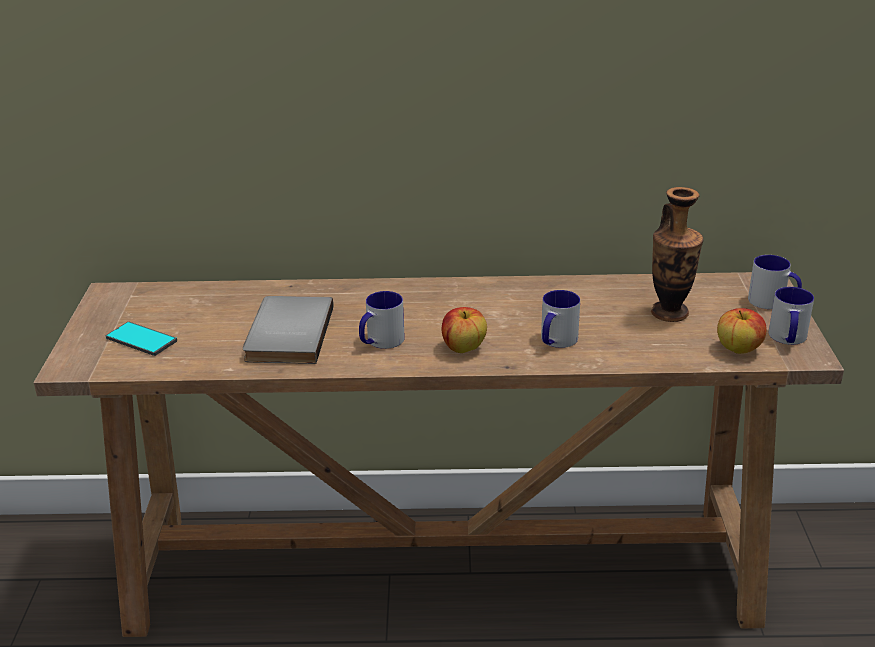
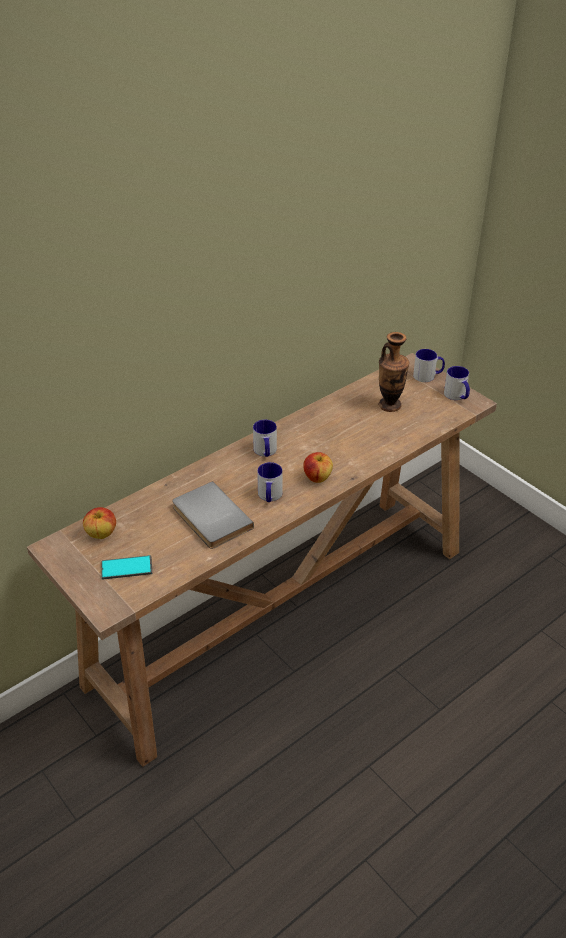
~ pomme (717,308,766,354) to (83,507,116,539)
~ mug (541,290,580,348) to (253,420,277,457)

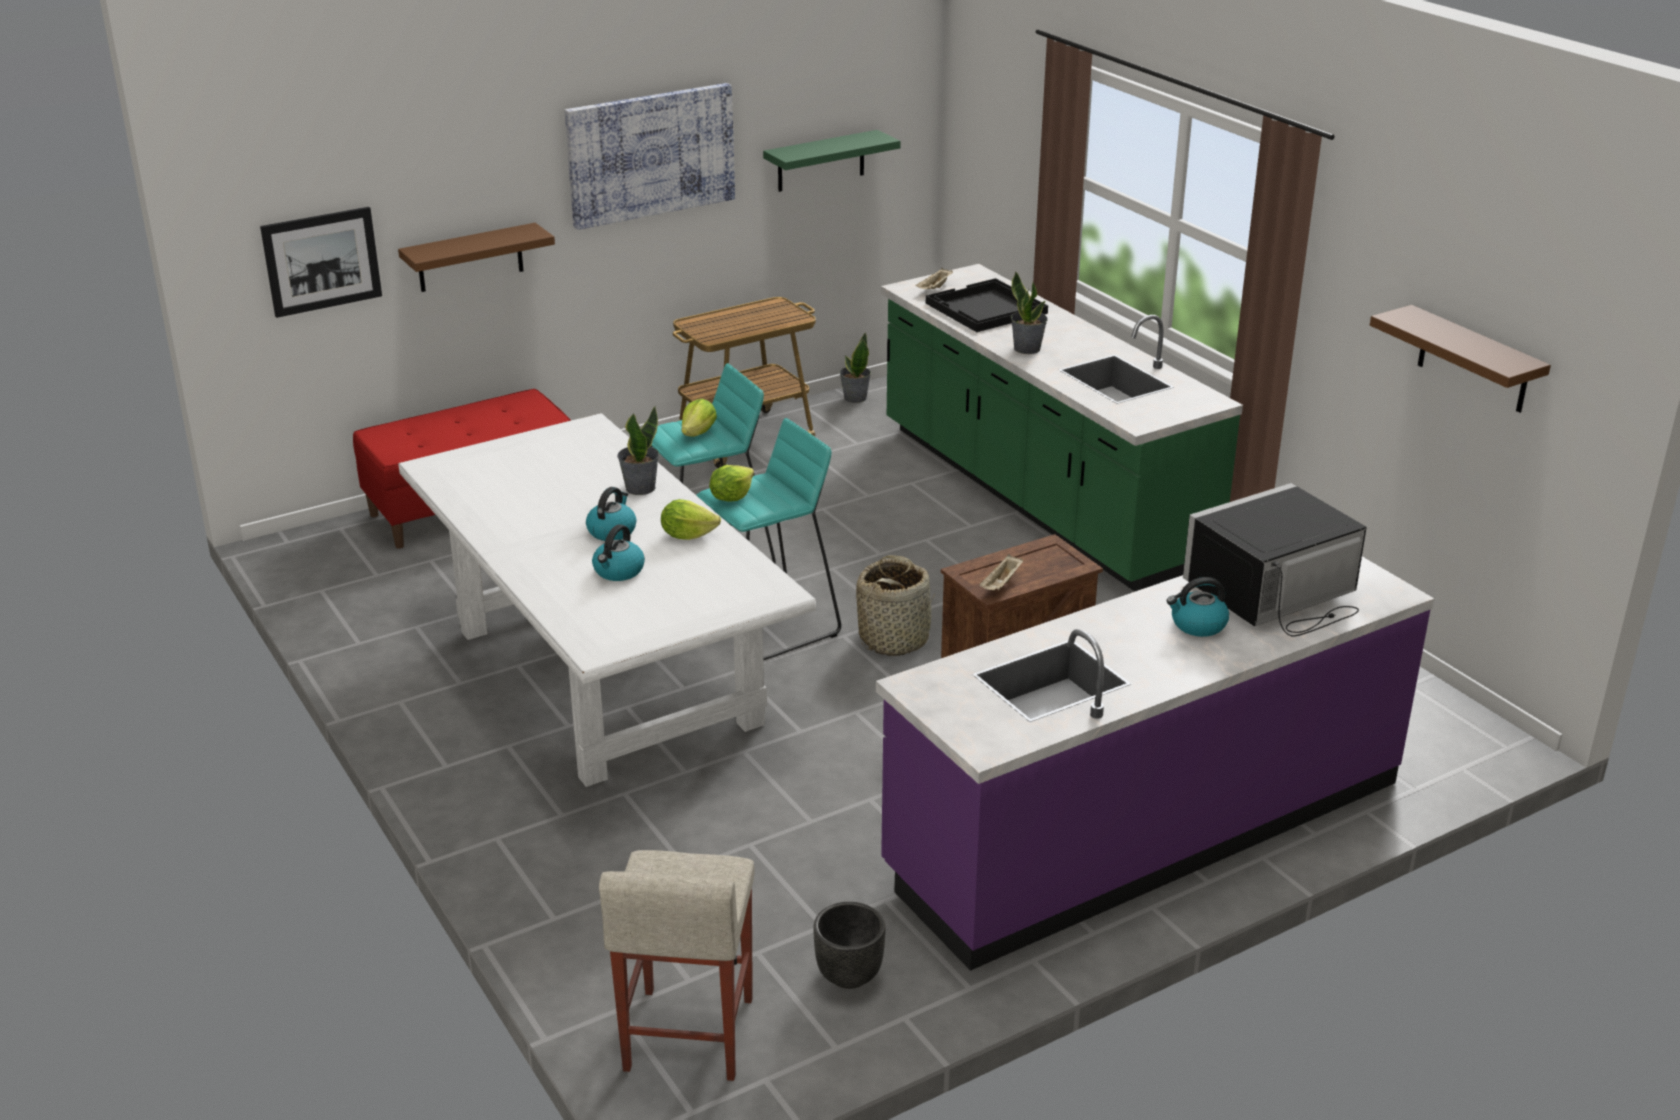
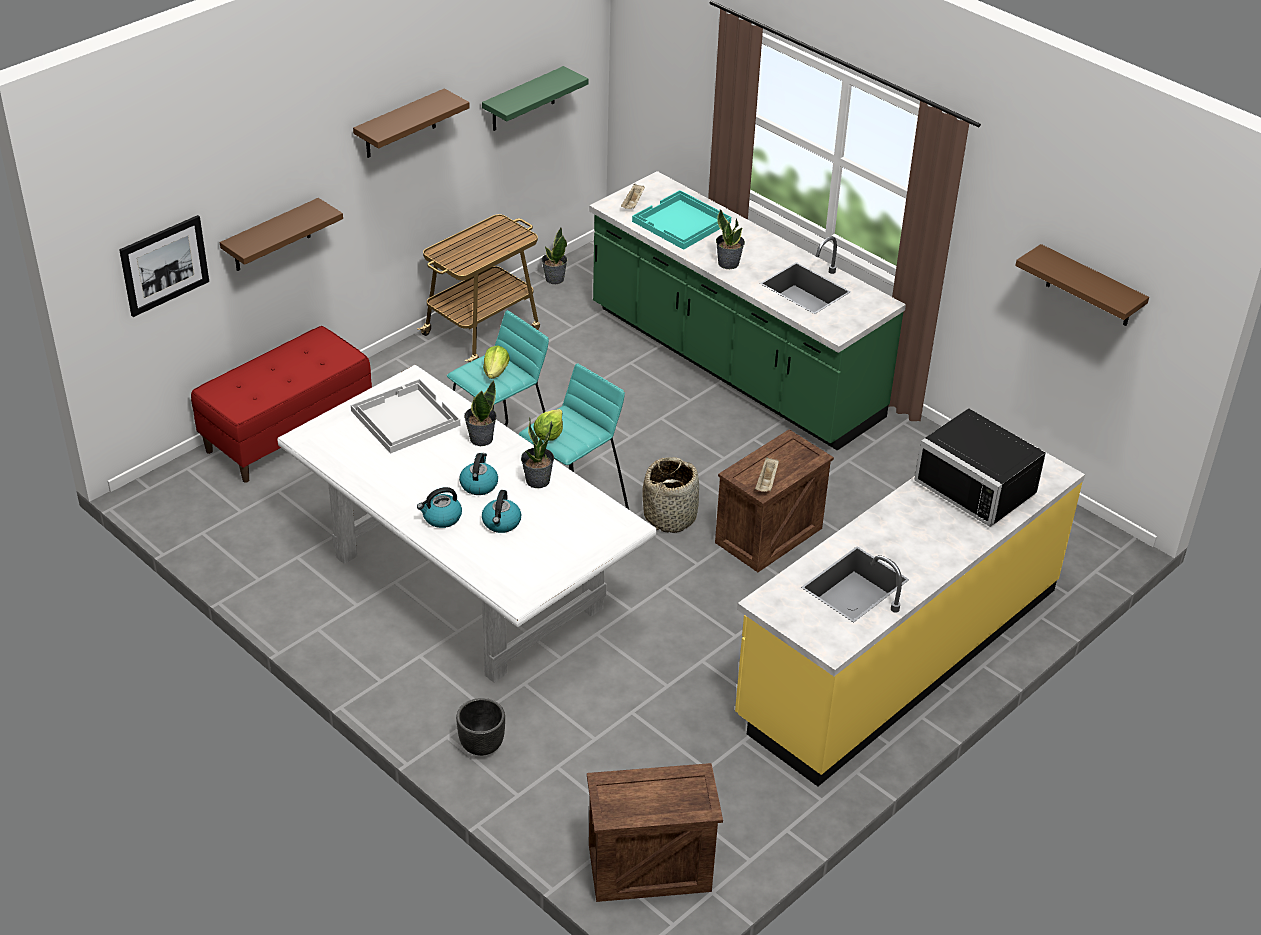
+ plateau (blanc) (351,379,461,454)
~ tableau (564,83,735,230) to étagère (marron) (353,88,470,158)
~ bouilloire (1167,577,1229,637) to (417,487,462,528)
~ cache-pot (noir) (813,902,886,989) to (456,698,505,756)
~ laitue (661,499,721,540) to plante en pot (521,417,554,488)
~ tabouret (beige) (599,850,755,1081) to caisse (587,763,723,902)
~ plateau (noir) (926,278,1048,332) to plateau (turquoise) (632,190,731,250)
~ comptoir de cuisine (violet) (876,557,1434,971) to comptoir de cuisine (jaune) (735,437,1085,786)
~ micro-ondes (noir) (1183,483,1367,636) = (915,408,1046,527) 90 degrees counterclockwise

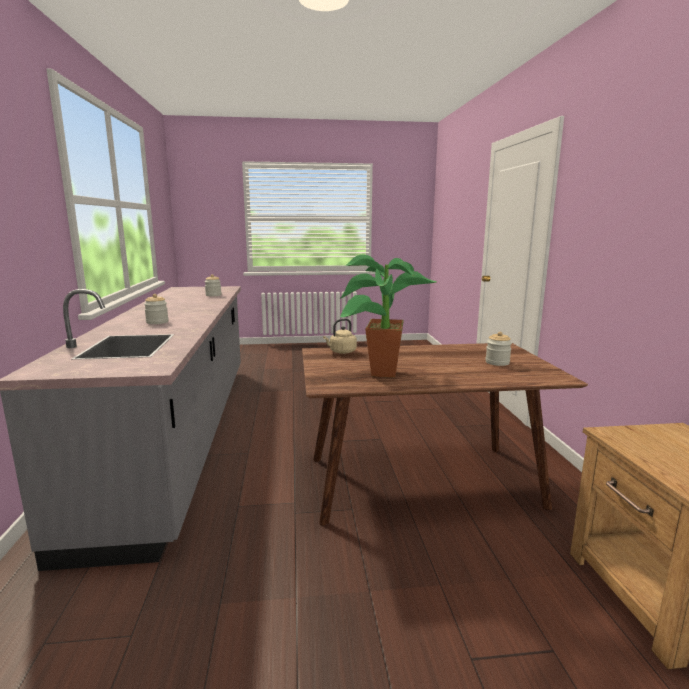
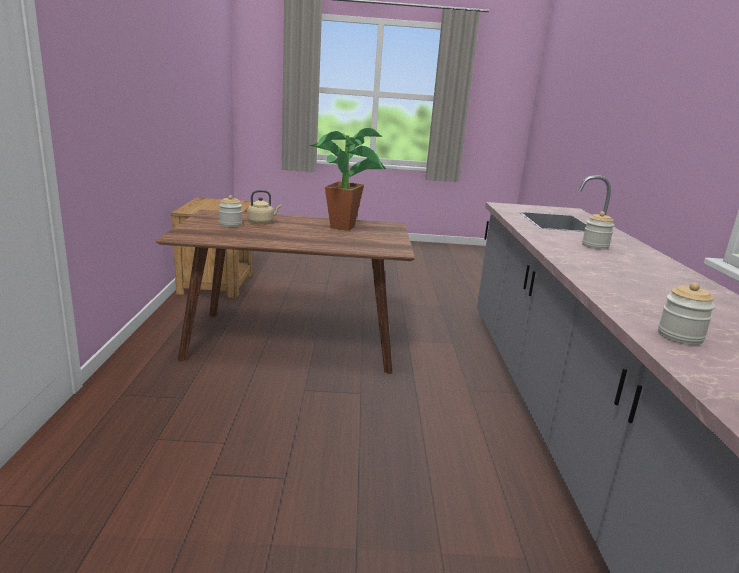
~ bouilloire (beige) (323,319,357,354) to (247,190,282,224)

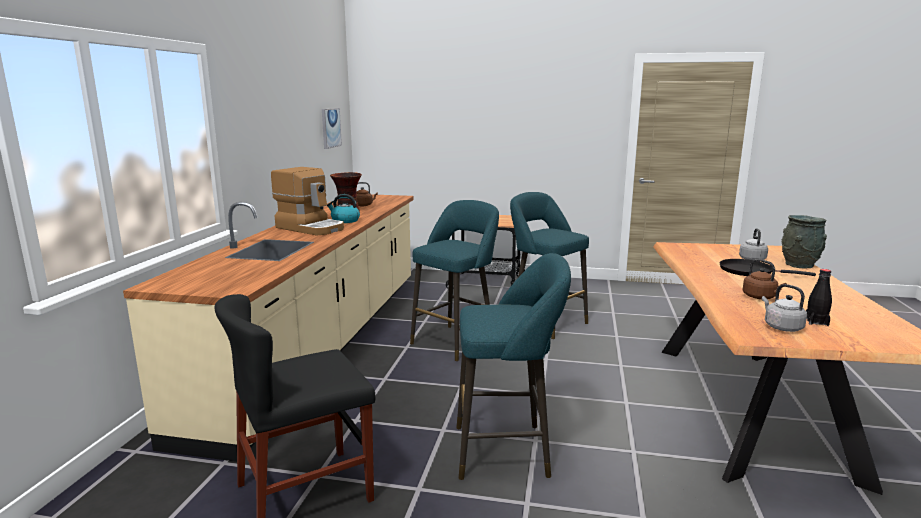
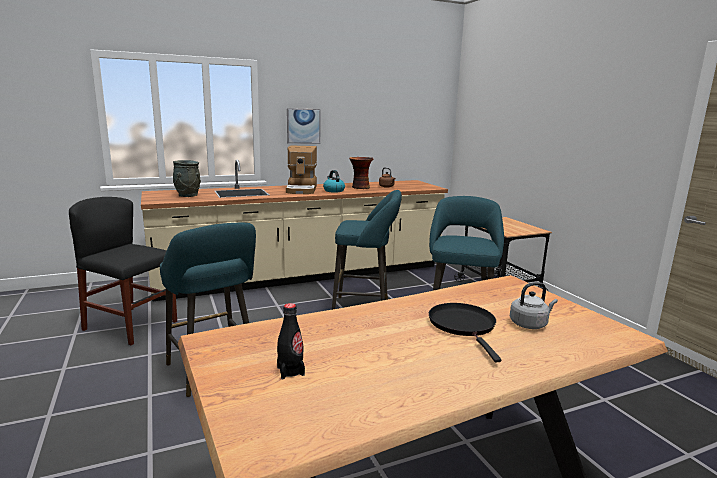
~ vase (gris) (782,215,827,268) to (173,160,201,197)
~ tableau (322,108,342,149) to (287,108,321,144)
- bouilloire (marron) (743,259,786,299)
- bouilloire (gris) (762,284,807,332)

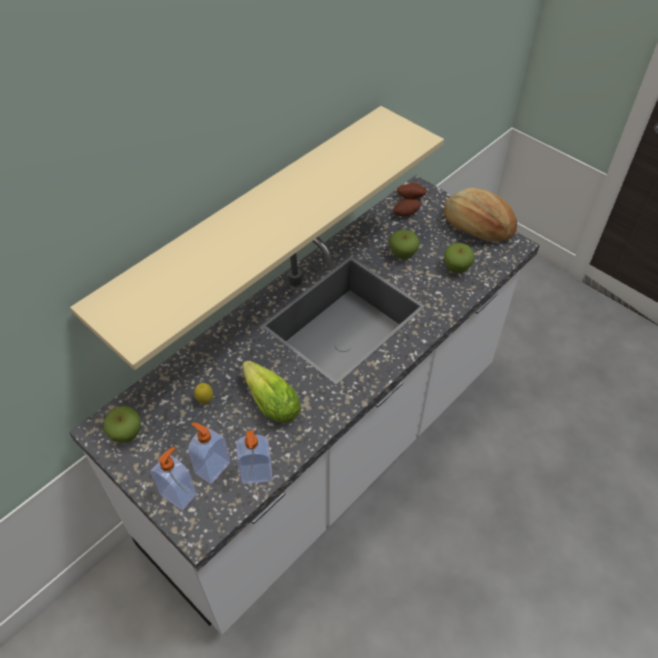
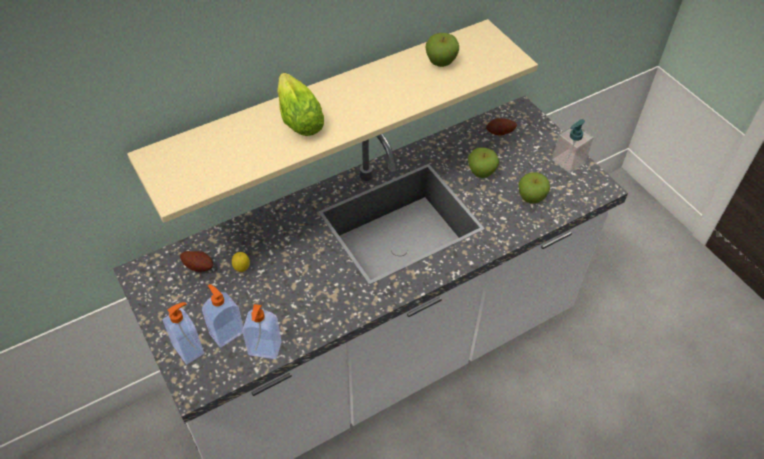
~ pomme de terre (397,183,427,200) to (180,251,213,272)
~ laitue (242,361,301,422) to (277,73,324,136)
~ pomme (104,406,141,443) to (425,33,459,67)
~ pain (444,188,517,242) to distributeur de savon (552,119,594,173)

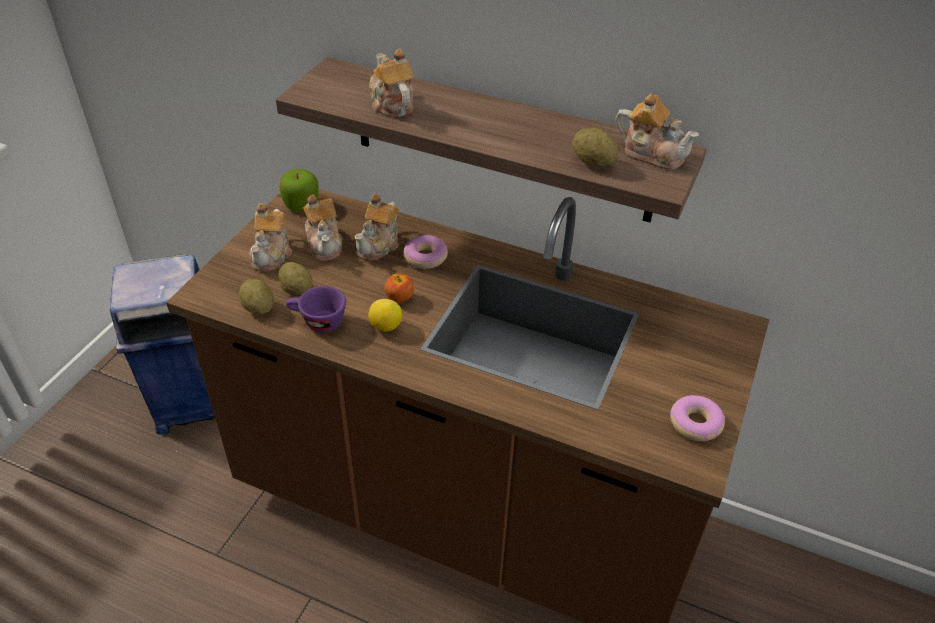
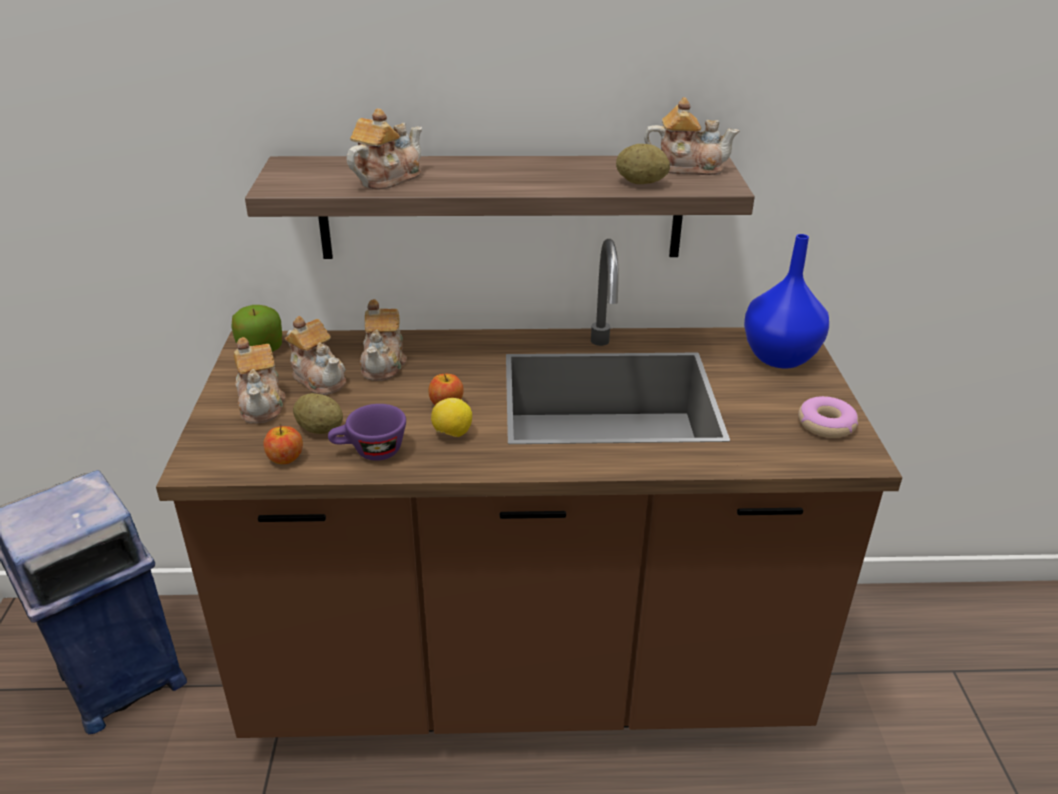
~ pomme de terre (239,279,274,315) to pomme (263,423,303,464)
~ théière (369,48,414,117) = (347,109,422,190) 90 degrees clockwise
+ vase (bleu) (744,234,829,368)
- beignet (404,235,448,269)

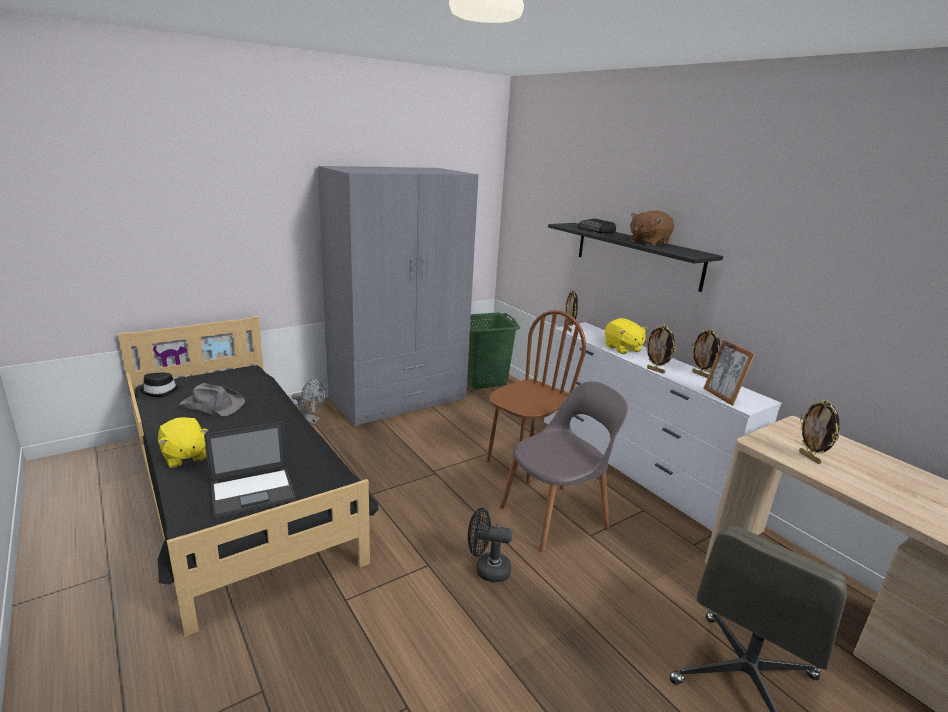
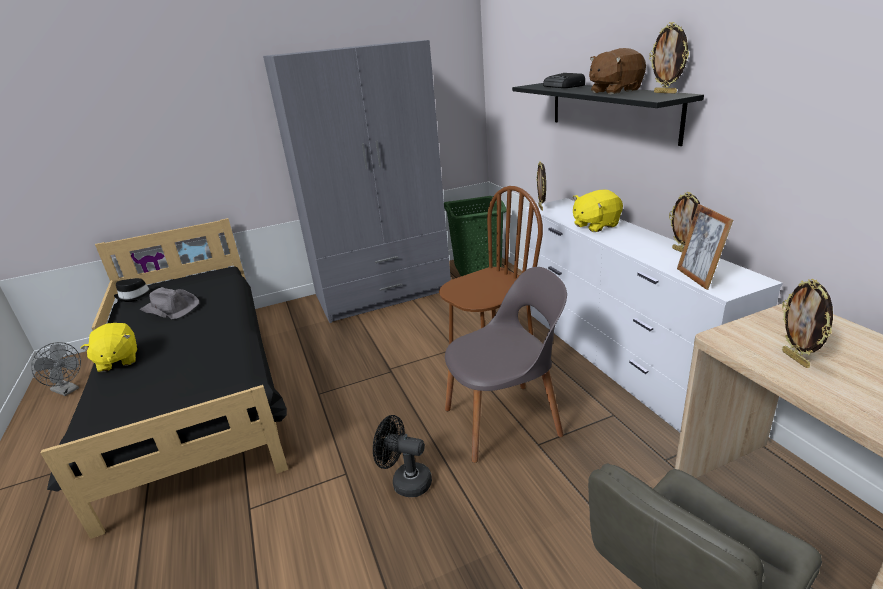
~ ventilateur (gris) (292,378,326,425) to (31,342,81,396)
~ peluche (jaune) (605,318,648,354) = (573,190,623,232) 75 degrees clockwise
~ cadre photo (645,324,676,374) to (649,22,689,93)
- ordinateur portable (204,422,296,519)

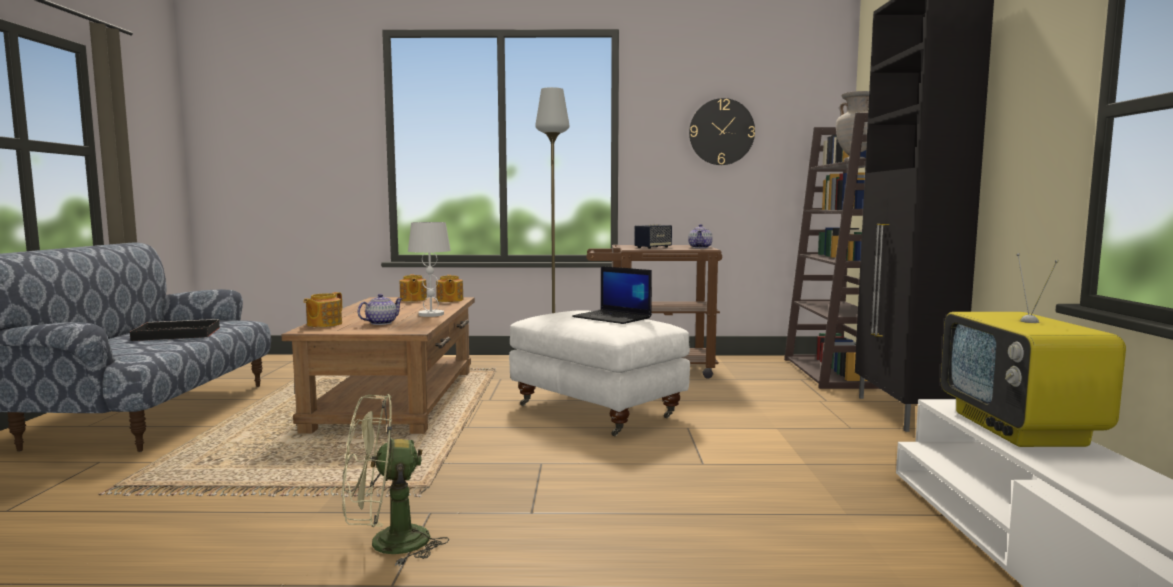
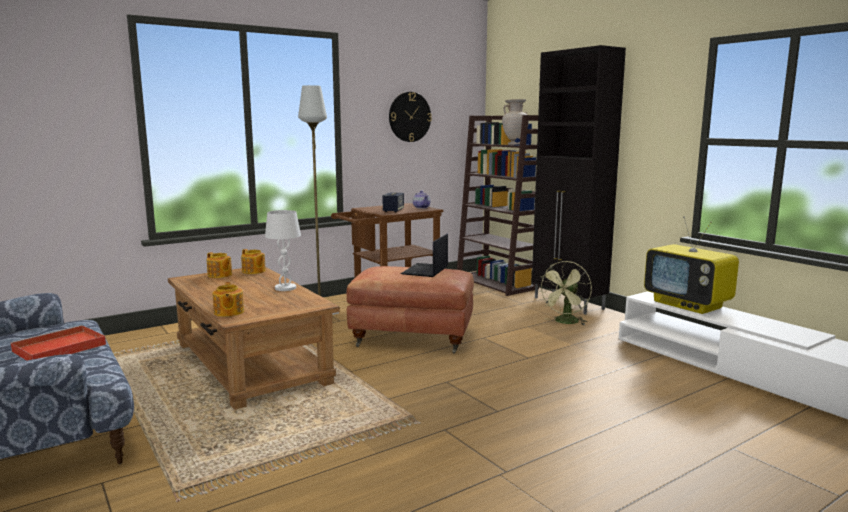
~ plateau (noir) (130,319,220,341) to plateau (rouge) (10,325,106,361)
~ pouf (blanc) (509,310,690,436) to pouf (marron) (346,266,474,354)
~ ordinateur portable (572,266,652,324) = (401,234,448,277) 105 degrees clockwise
~ ventilateur (vert) (342,394,449,566) to (538,261,592,325)
- théière (358,294,402,325)

